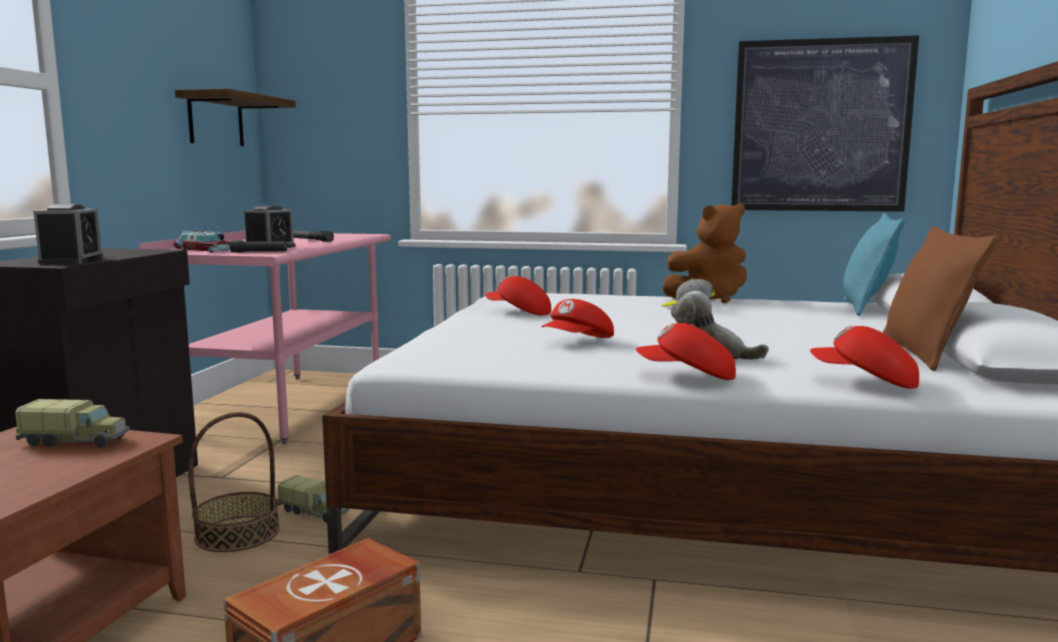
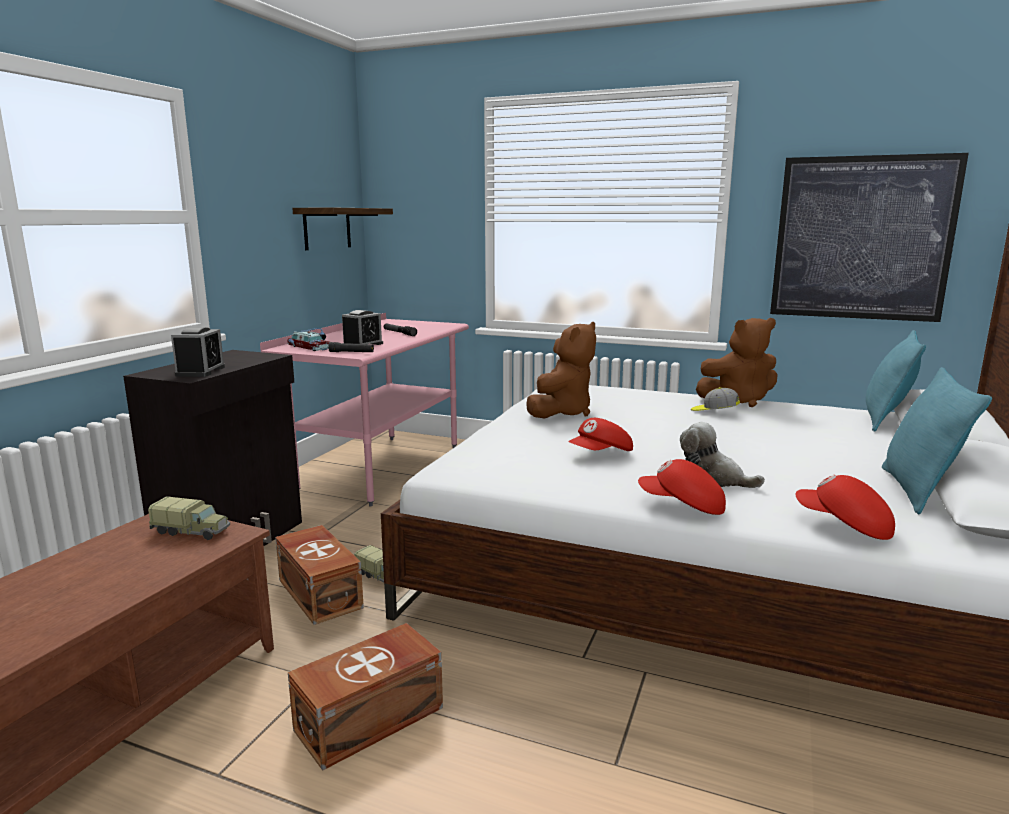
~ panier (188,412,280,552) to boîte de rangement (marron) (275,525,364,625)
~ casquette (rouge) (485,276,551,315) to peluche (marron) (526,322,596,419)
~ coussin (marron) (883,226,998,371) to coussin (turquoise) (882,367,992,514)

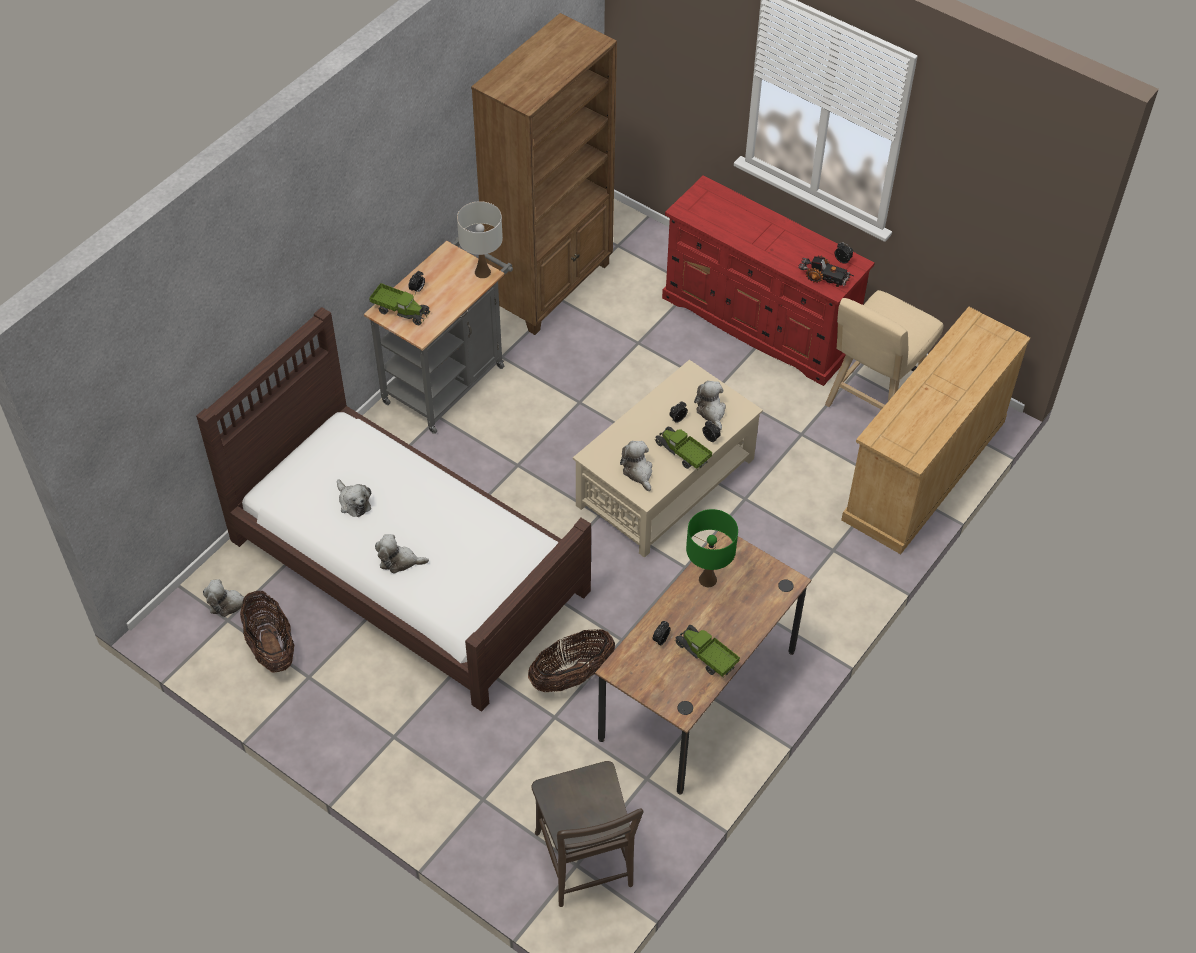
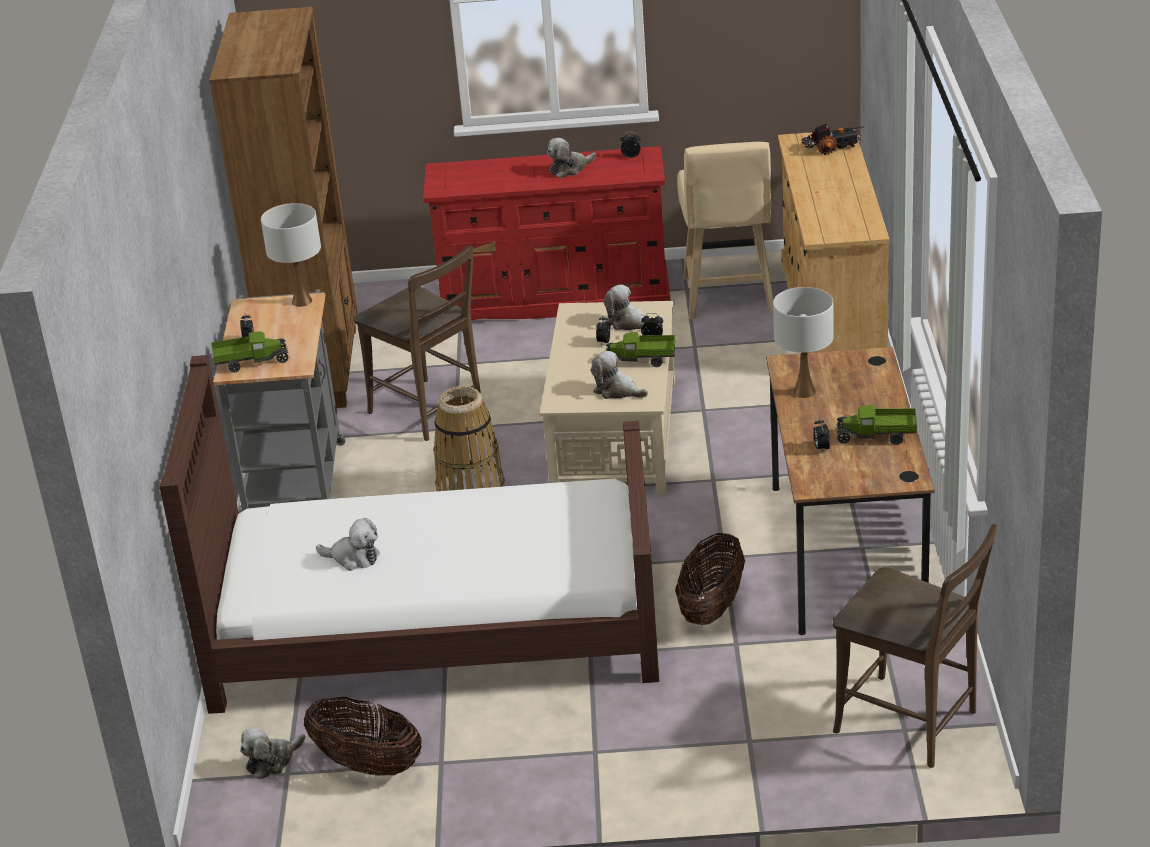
+ chaise (marron) (354,245,481,441)
+ panier (433,386,505,491)
~ peluche (375,534,429,573) to (547,138,596,178)
~ lampe de table (vert) (686,509,738,587) to lampe de table (blanc) (773,287,834,398)
~ camion jouet (798,255,854,287) to (801,124,864,155)

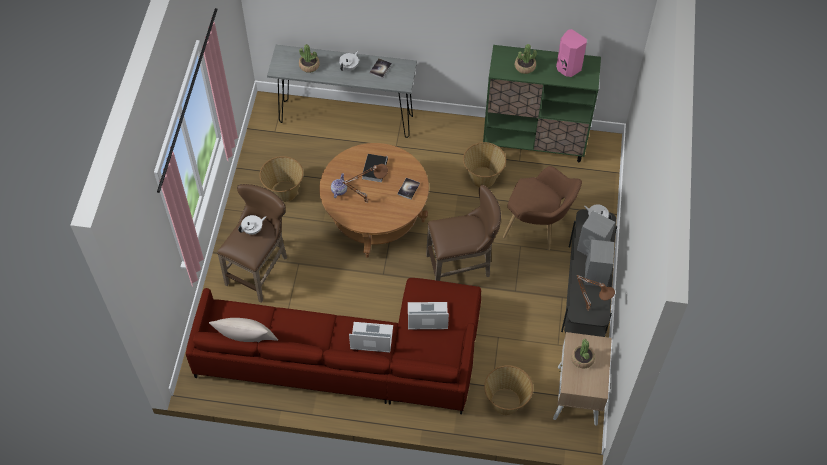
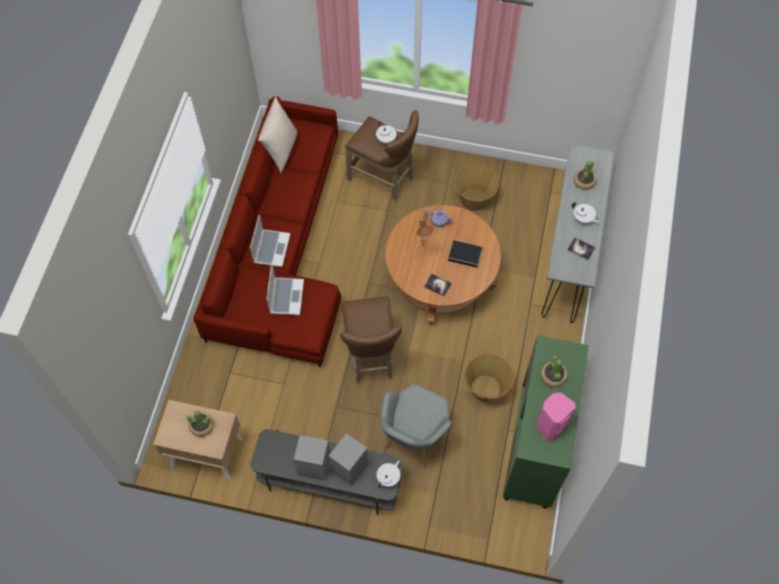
~ fauteuil (marron) (503,166,582,250) to fauteuil (gris) (380,384,453,468)
- panier (484,365,533,415)
- lampe de table (marron) (577,275,615,310)

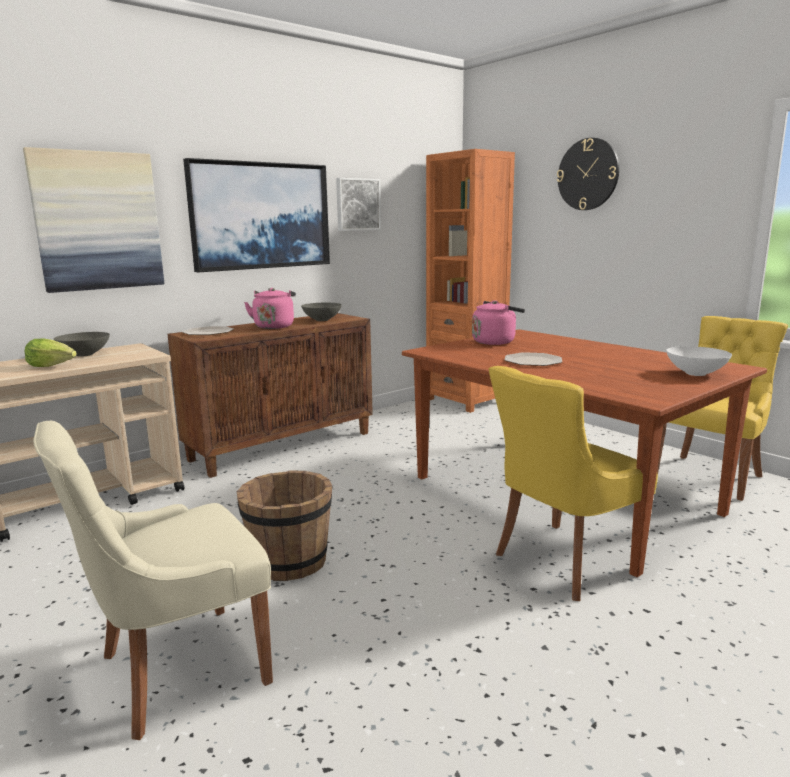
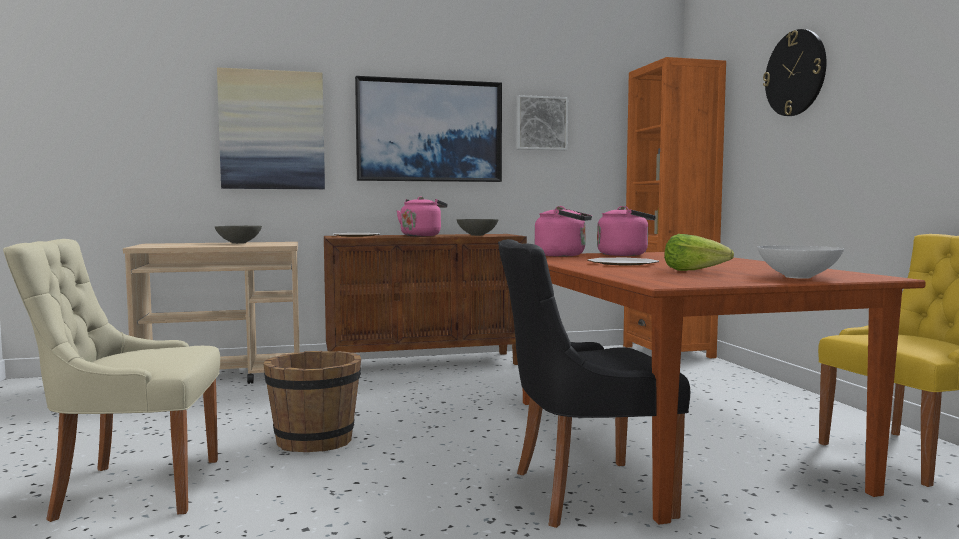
~ chaise (jaune) (489,366,658,601) to chaise (noir) (498,239,690,528)
+ bouilloire (rose) (535,206,592,257)
~ laitue (25,339,77,367) to (664,234,734,271)

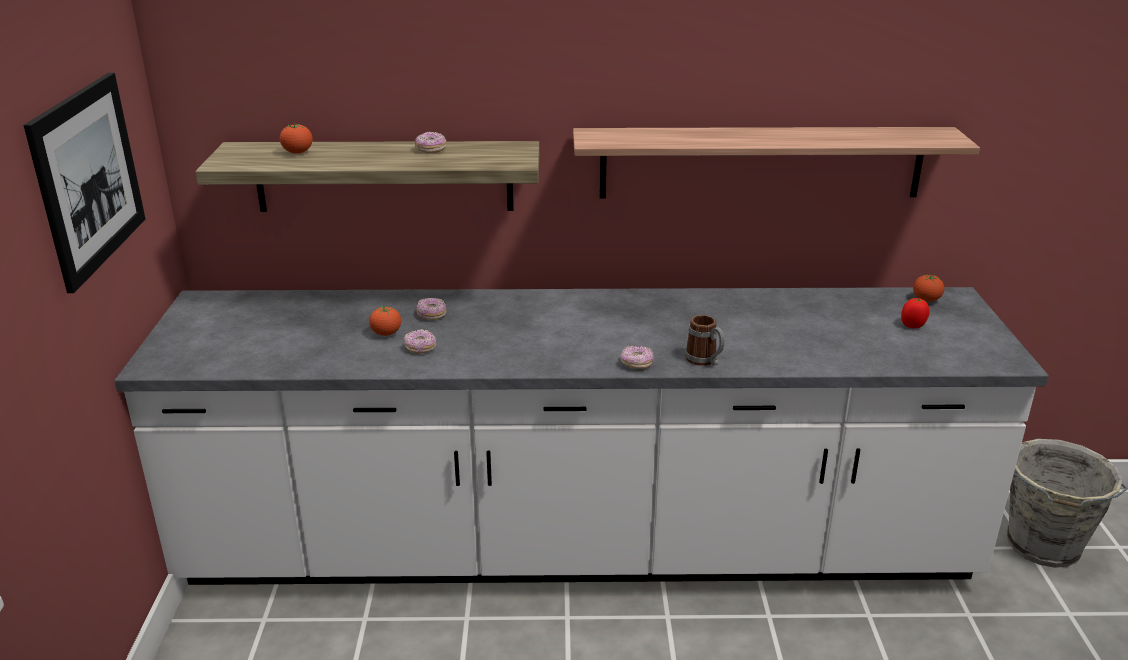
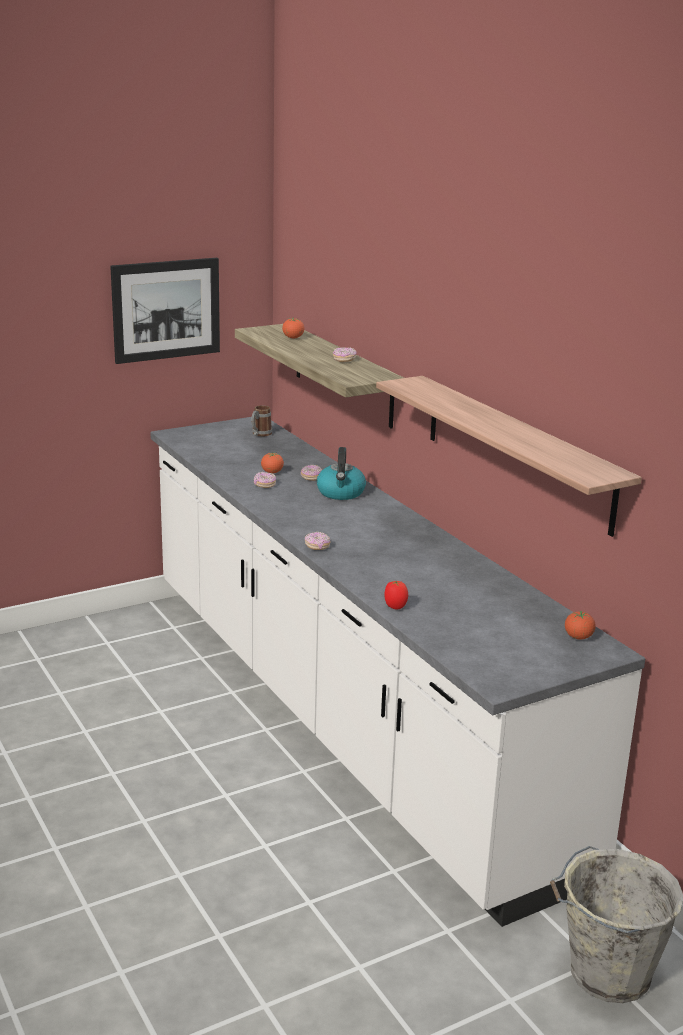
~ mug (685,315,725,366) to (252,405,272,437)
+ bouilloire (317,447,366,500)
~ tomate (901,298,930,328) to (384,581,408,609)

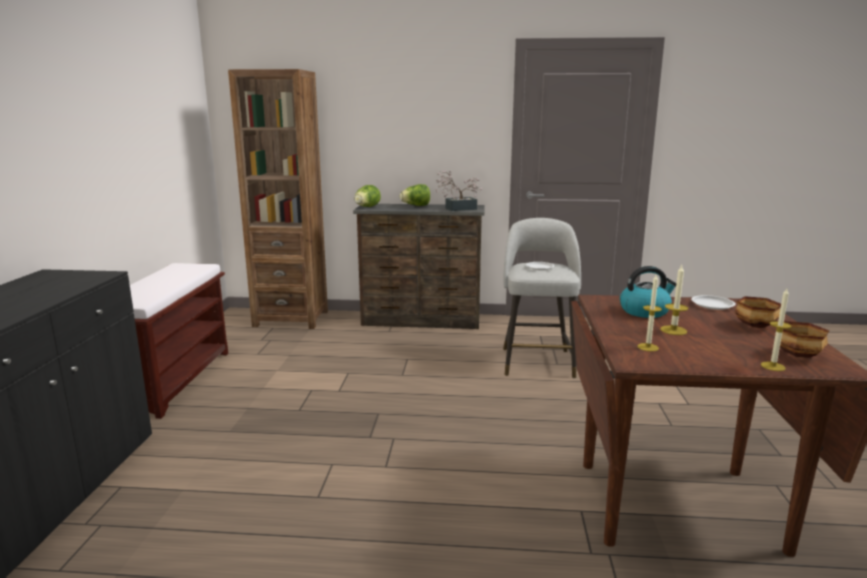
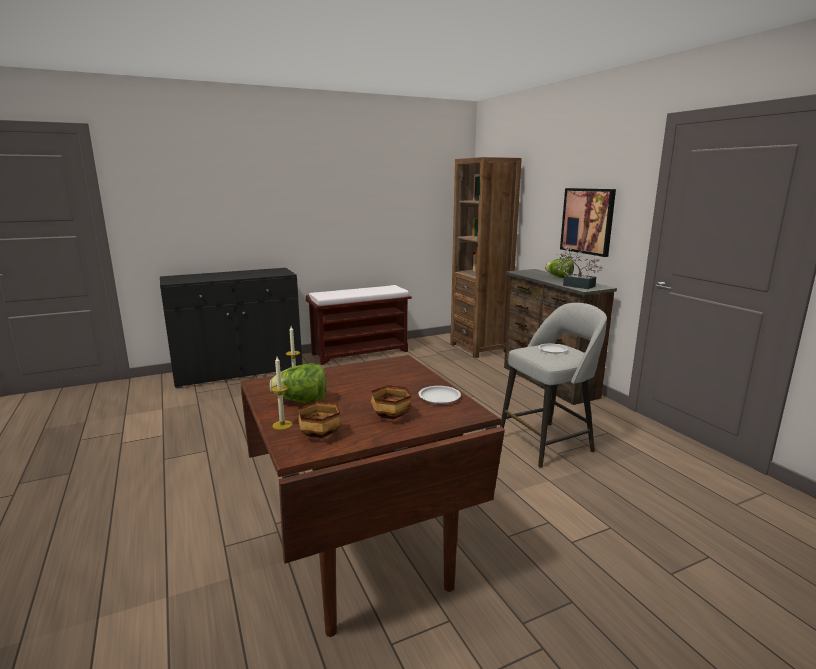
~ laitue (354,185,381,207) to (269,363,327,403)
+ tableau (560,188,616,257)
- bouilloire (620,266,676,318)
- bougie (660,266,688,335)

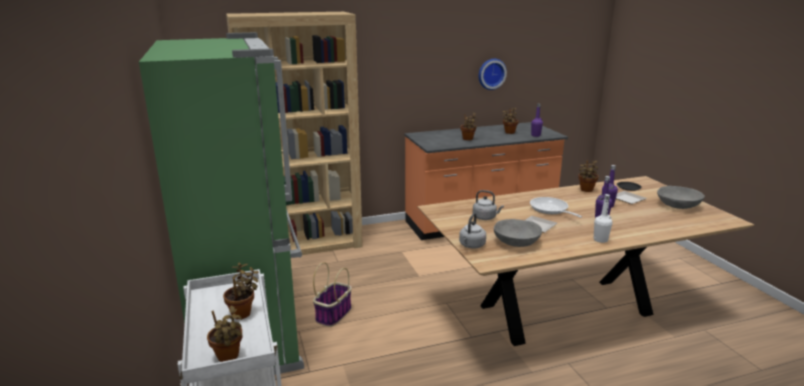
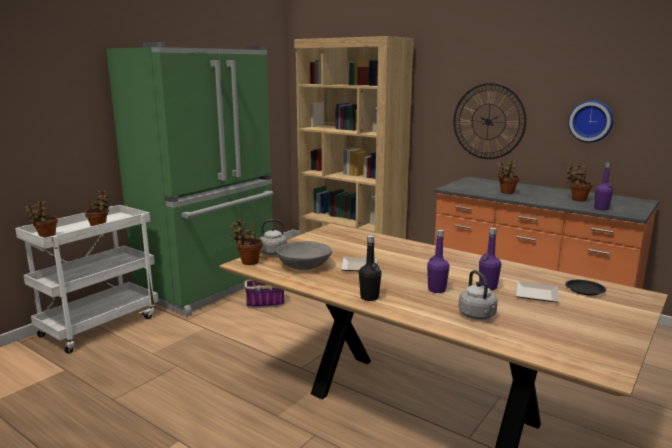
~ plante en pot (578,160,599,192) to (228,220,263,265)
~ bouteille (blanc) (594,194,612,243) to bouteille (noir) (359,235,381,301)
+ horloge murale (453,83,527,159)
~ bouilloire (gris) (473,190,504,220) to (459,270,498,320)
- poêle (530,197,583,218)
- bol (gris) (657,186,705,209)

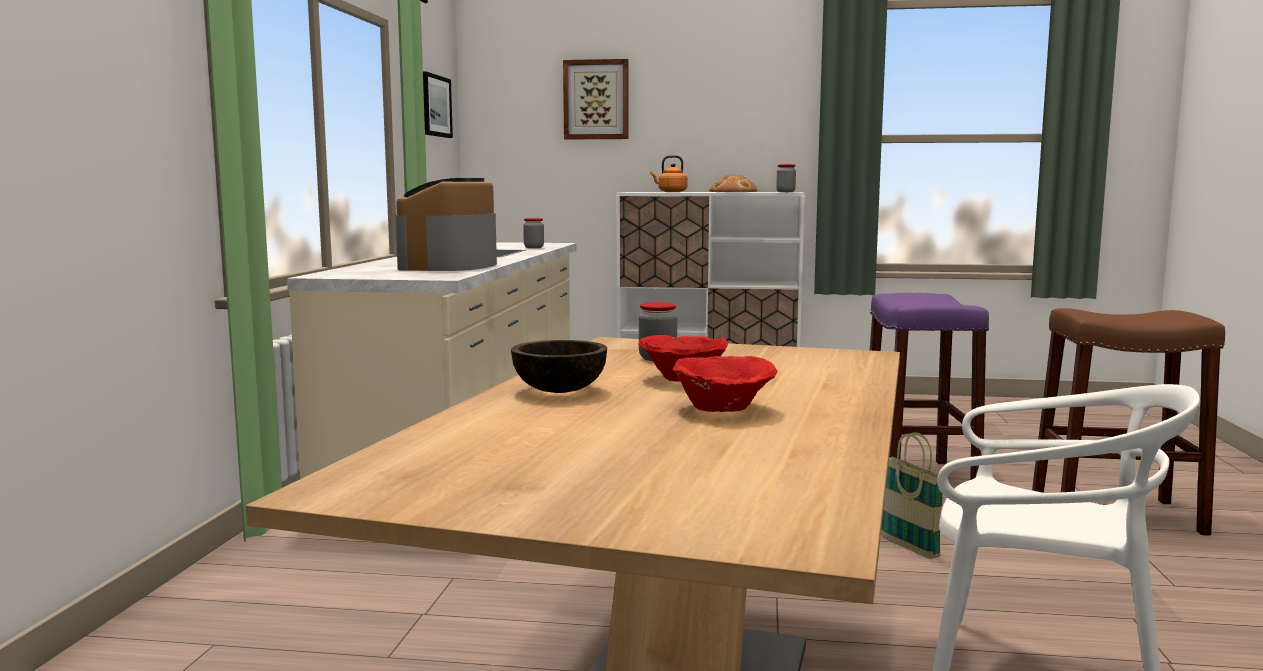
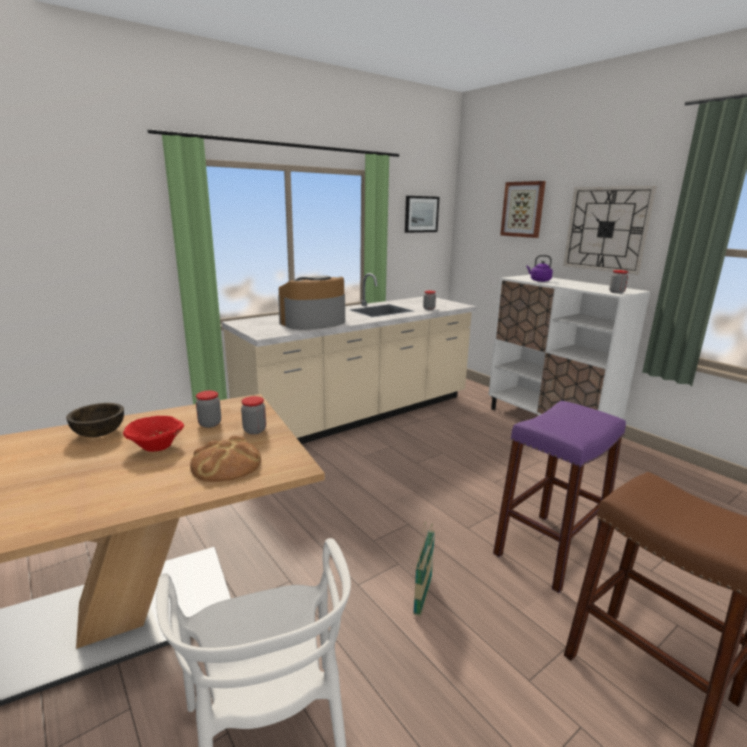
~ pain (709,174,758,192) to (190,435,261,482)
+ bocal (241,396,266,434)
~ bouilloire (orange) (650,155,688,192) to bouilloire (violet) (526,255,553,282)
+ horloge murale (563,186,657,275)
- bol (rouge) (672,356,777,412)

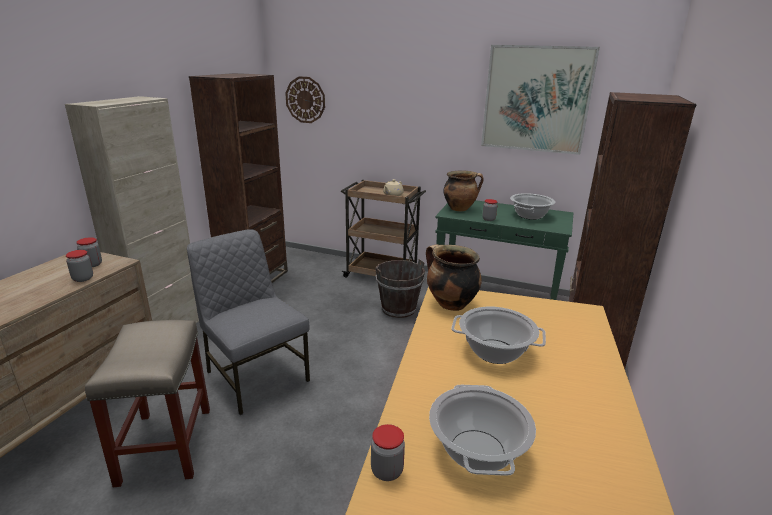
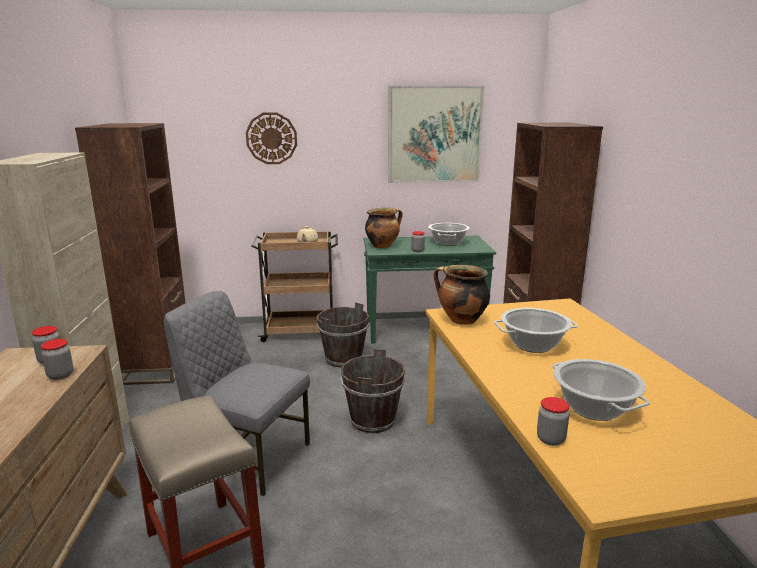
~ horloge murale (285,76,325,123) to (246,112,297,164)
+ seau (marron) (341,348,405,433)

